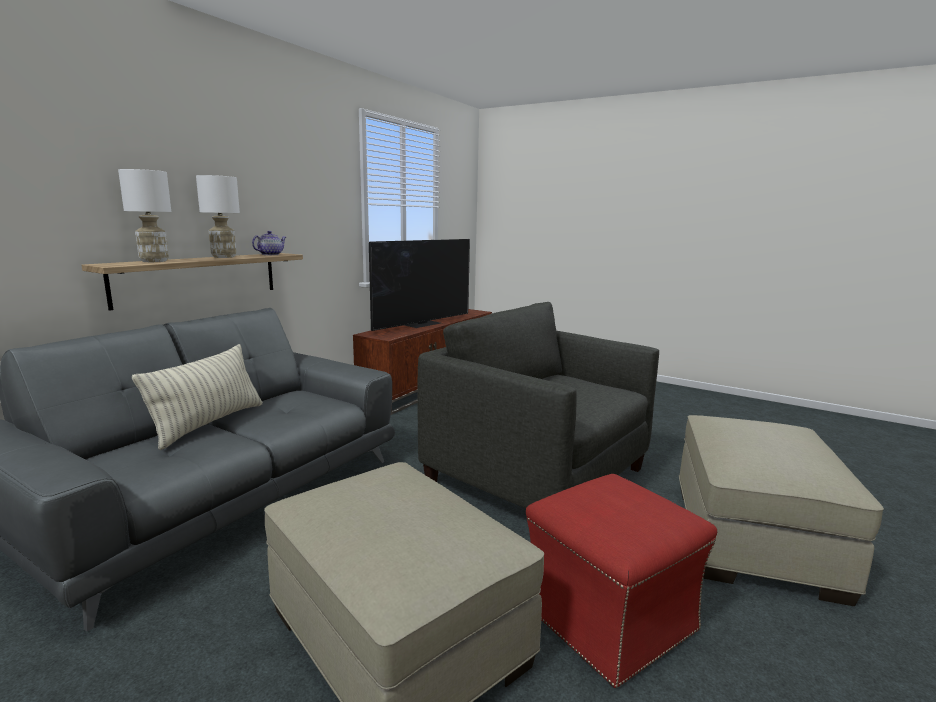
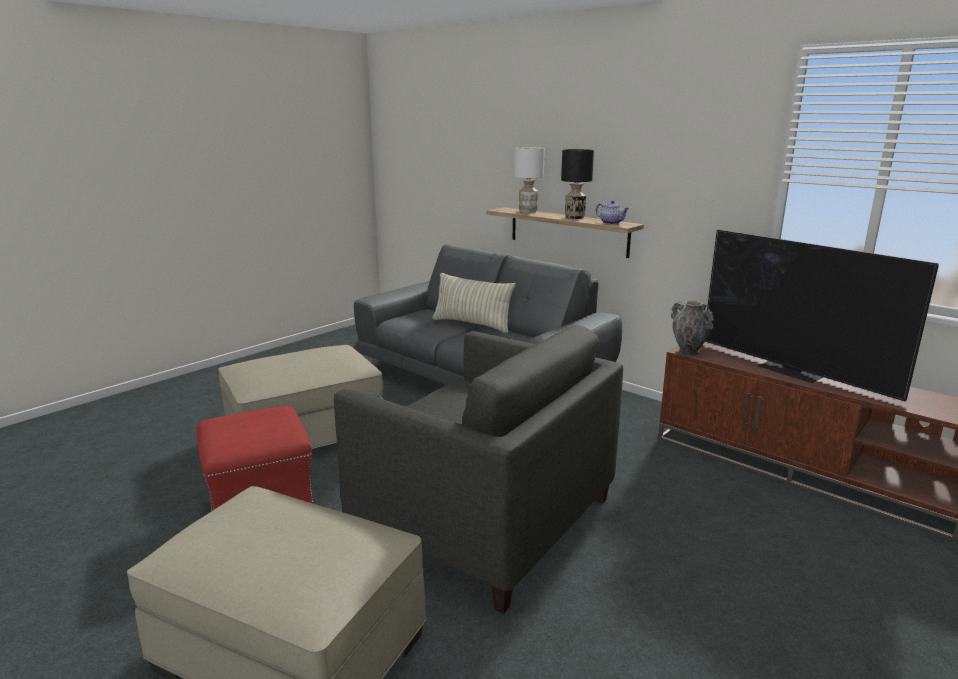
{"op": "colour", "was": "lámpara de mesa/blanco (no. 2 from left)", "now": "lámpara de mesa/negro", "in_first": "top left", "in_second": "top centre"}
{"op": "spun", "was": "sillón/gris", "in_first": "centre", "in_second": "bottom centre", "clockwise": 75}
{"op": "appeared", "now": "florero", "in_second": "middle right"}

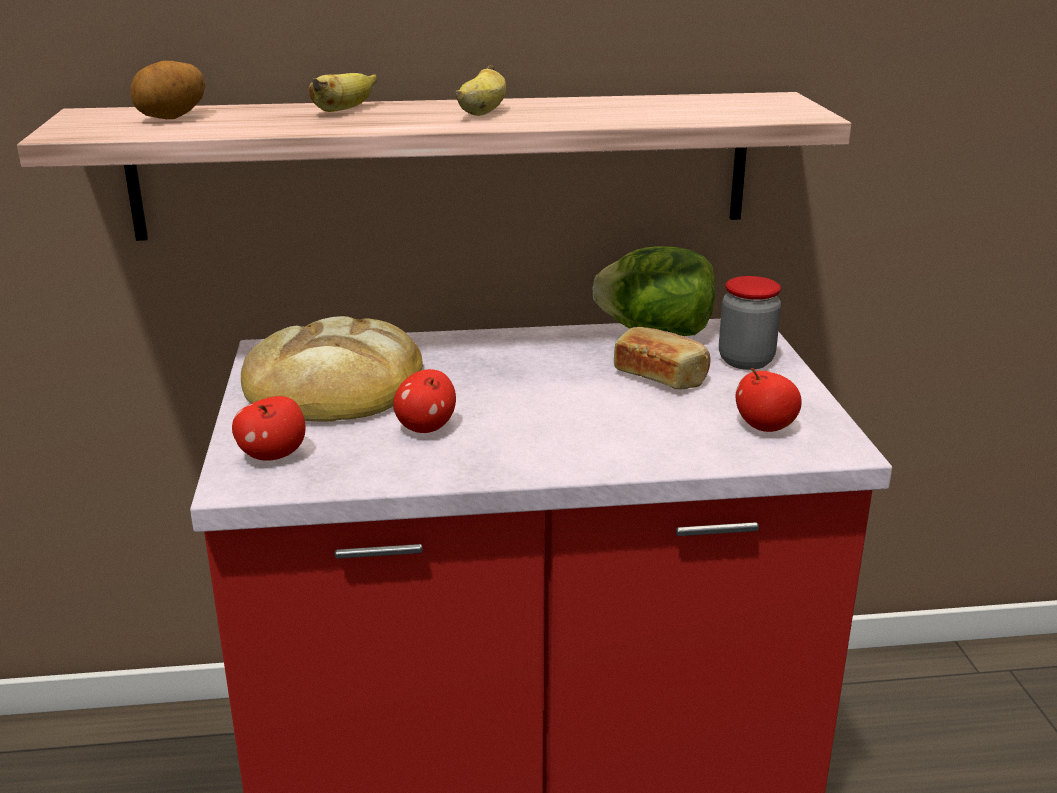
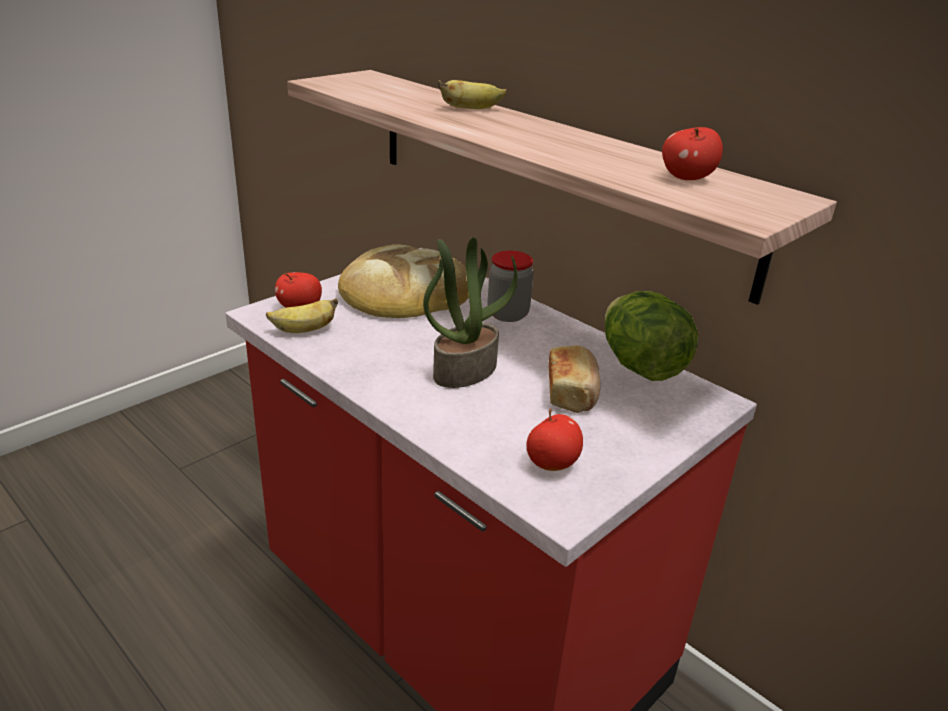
{"op": "missing", "was": "patata", "in_first": "top left"}
{"op": "relocated", "was": "manzana (no. 2 from left in the first image)", "now": "manzana (no. 3 from left)", "in_first": "centre", "in_second": "top right"}
{"op": "relocated", "was": "plátano (no. 2 from left in the first image)", "now": "plátano (no. 1 from left)", "in_first": "top centre", "in_second": "middle left"}
{"op": "relocated", "was": "tarro", "in_first": "middle right", "in_second": "centre"}
{"op": "appeared", "now": "planta en maceta", "in_second": "centre"}

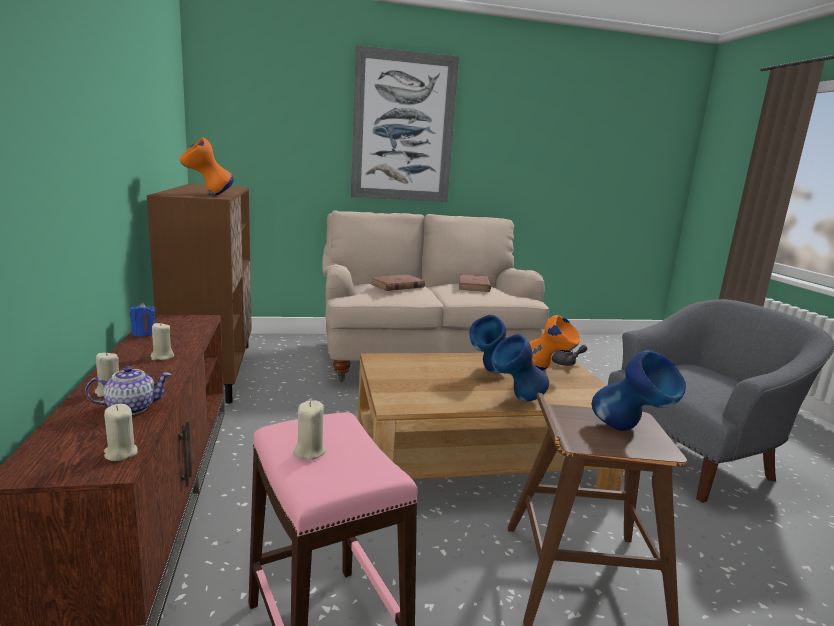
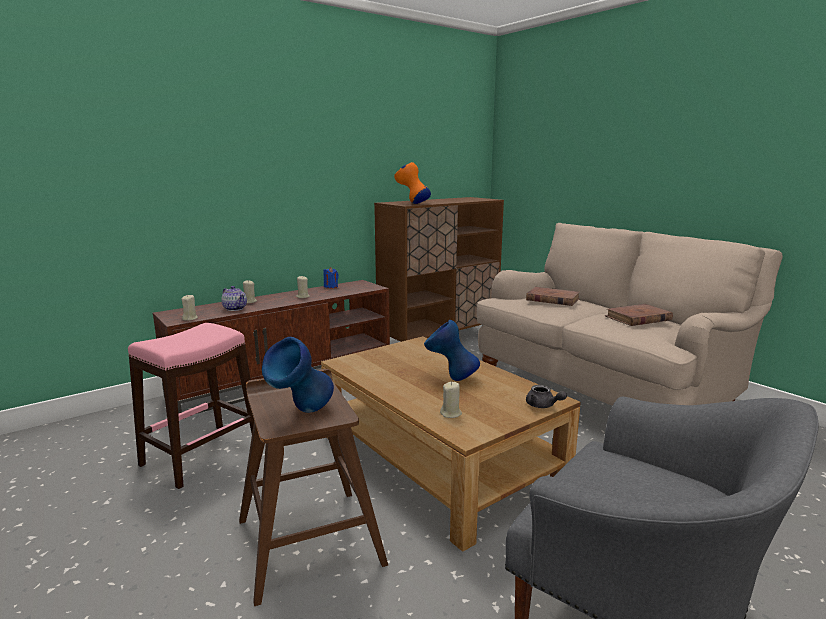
{"op": "relocated", "was": "vela/beis (no. 4 from left)", "in_first": "bottom centre", "in_second": "centre"}
{"op": "missing", "was": "cuadro", "in_first": "top centre"}
{"op": "missing", "was": "florero/azul (no. 2 from left)", "in_first": "centre"}
{"op": "missing", "was": "florero/naranja (no. 2 from left)", "in_first": "centre"}

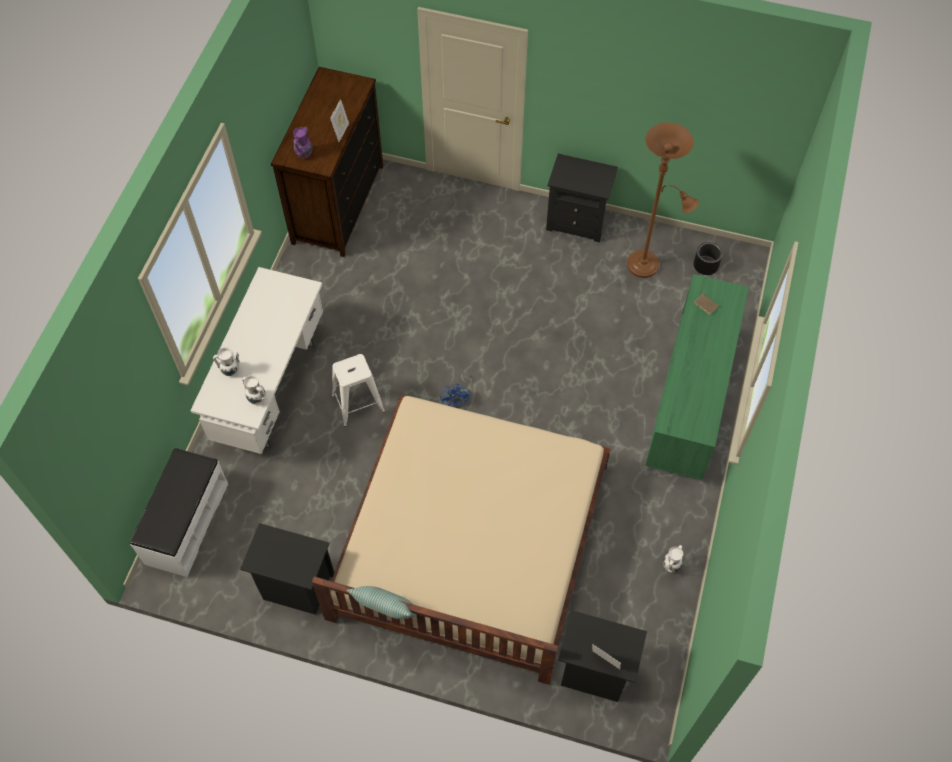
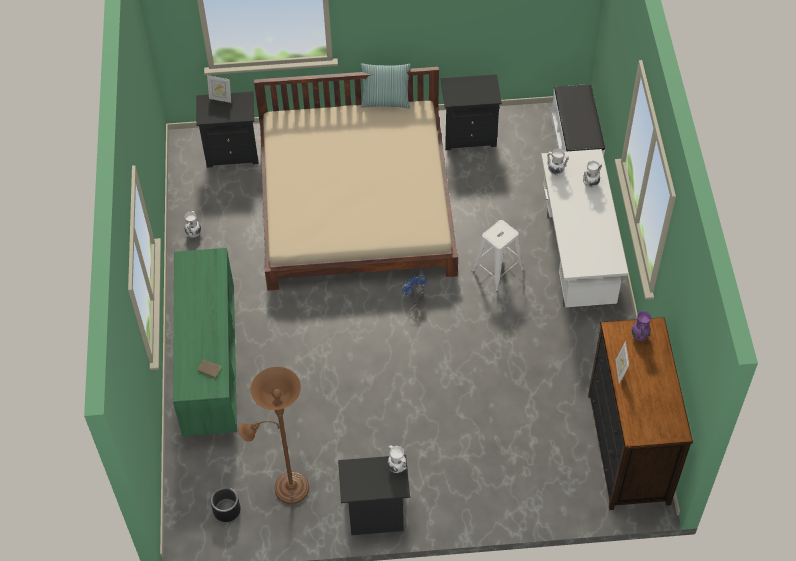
{"op": "appeared", "now": "florero/blanco (no. 2 from left)", "in_second": "bottom centre"}

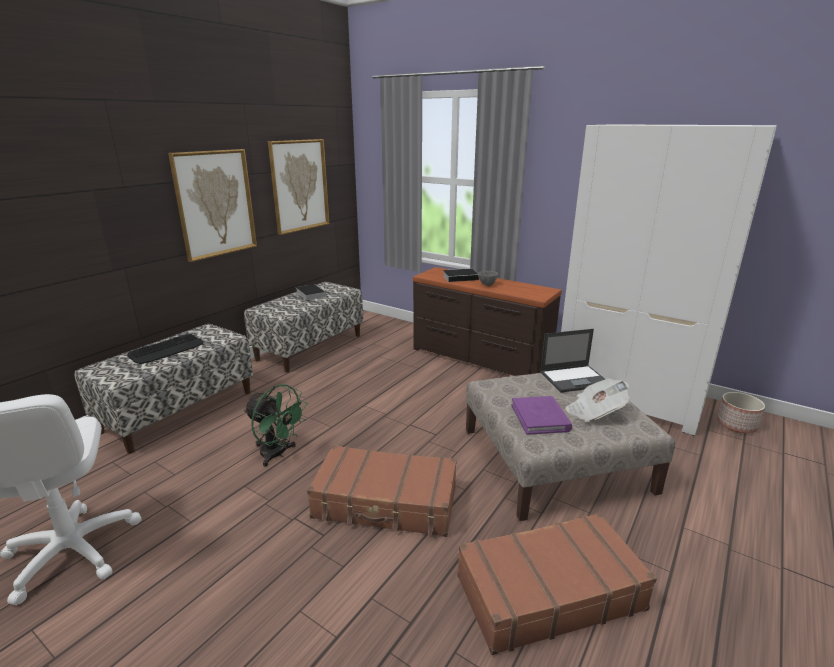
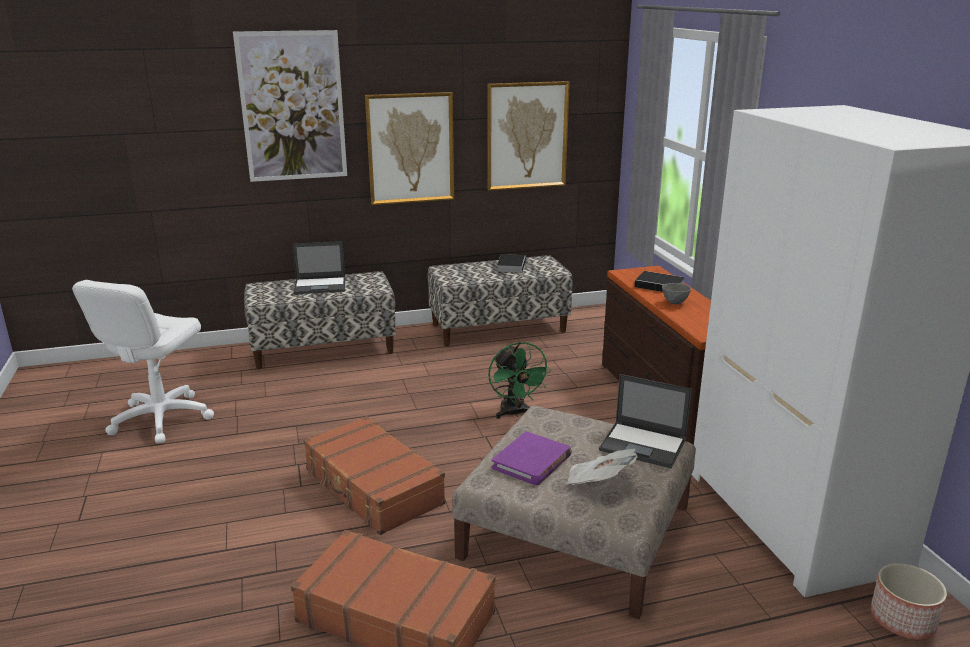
{"op": "exchanged", "was": "teclado", "now": "portátil (no. 1 from left)", "in_first": "middle left", "in_second": "middle left"}
{"op": "relocated", "was": "ventilador/verde", "in_first": "middle left", "in_second": "centre"}
{"op": "appeared", "now": "cuadro (no. 1 from left)", "in_second": "top left"}

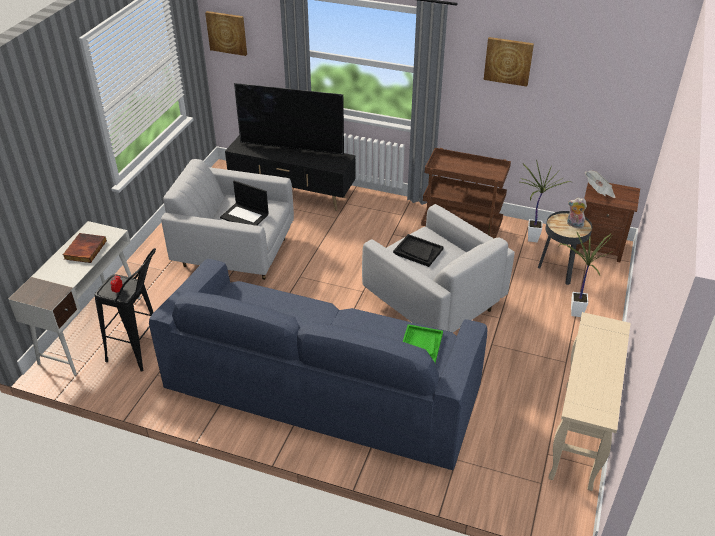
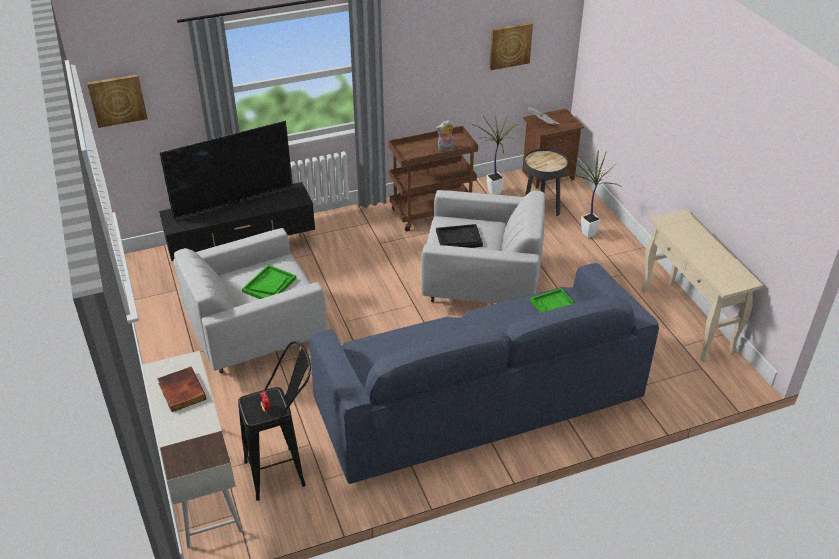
{"op": "exchanged", "was": "portátil", "now": "bandeja/verde (no. 1 from left)", "in_first": "centre", "in_second": "middle left"}
{"op": "relocated", "was": "cuadro (no. 2 from left)", "in_first": "top right", "in_second": "top centre"}
{"op": "relocated", "was": "peluche", "in_first": "middle right", "in_second": "top centre"}

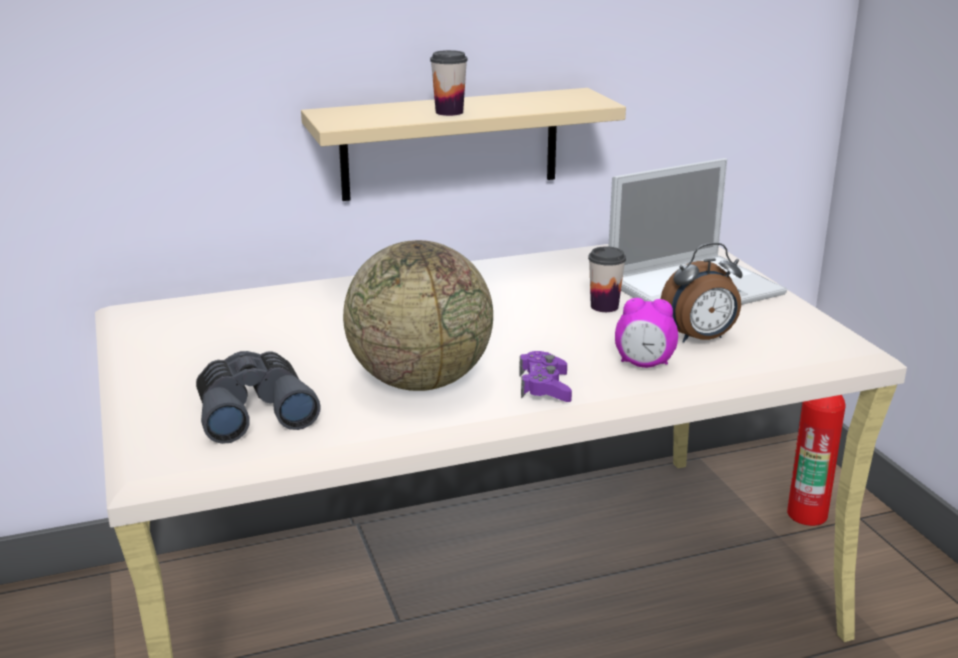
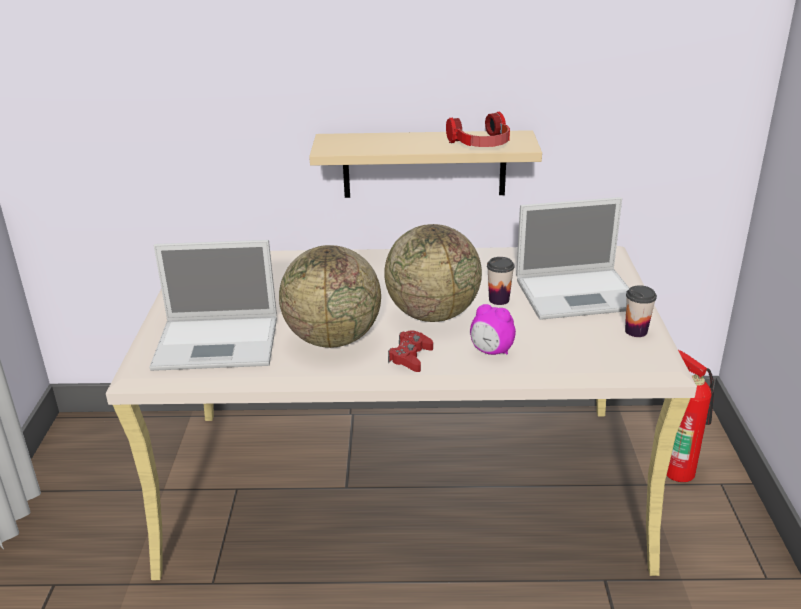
{"op": "exchanged", "was": "prismáticos/gris", "now": "portátil (no. 1 from left)", "in_first": "middle left", "in_second": "middle left"}
{"op": "relocated", "was": "taza (no. 1 from left in the first image)", "now": "taza (no. 2 from left)", "in_first": "top centre", "in_second": "middle right"}
{"op": "colour", "was": "mando de consola/morado", "now": "mando de consola/rojo", "in_first": "centre", "in_second": "centre"}
{"op": "missing", "was": "despertador (no. 2 from left)", "in_first": "middle right"}
{"op": "appeared", "now": "globo terráqueo (no. 2 from left)", "in_second": "centre"}
{"op": "appeared", "now": "auriculares", "in_second": "top centre"}

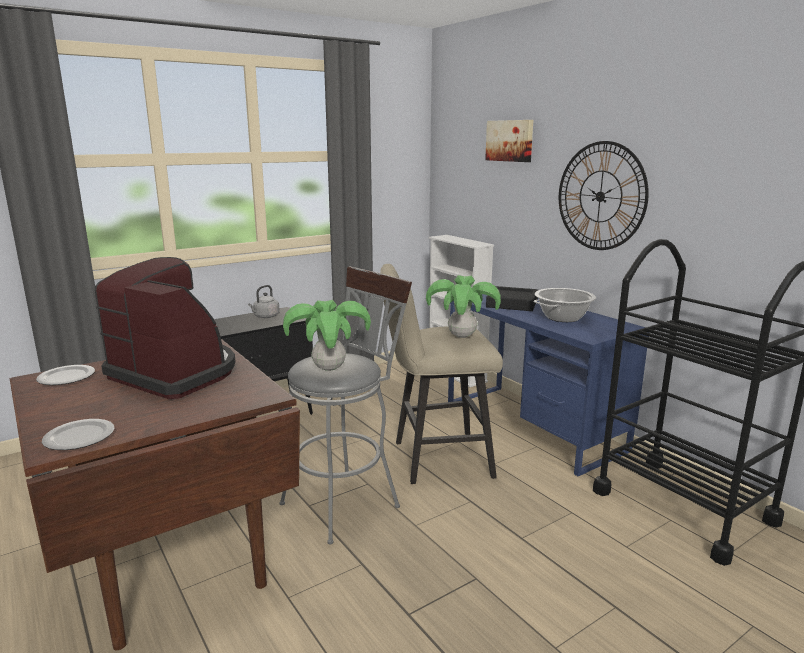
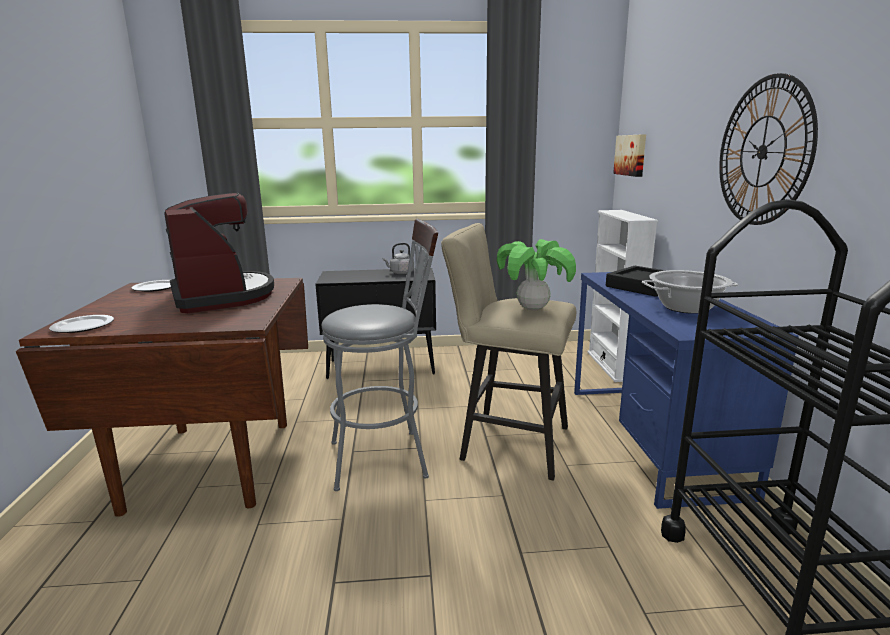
{"op": "missing", "was": "planta en maceta (no. 1 from left)", "in_first": "centre"}
{"op": "relocated", "was": "cuadro", "in_first": "top centre", "in_second": "top right"}

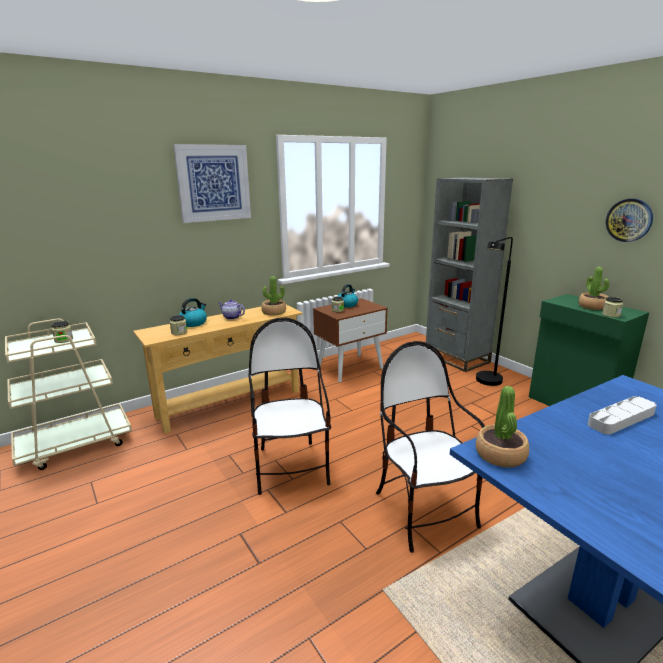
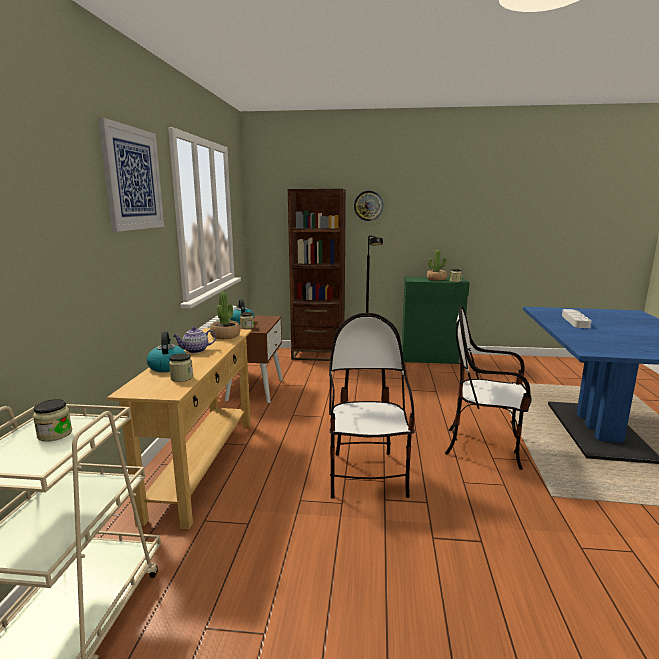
{"op": "spun", "was": "silla (no. 1 from left)", "in_first": "centre", "in_second": "centre", "clockwise": 60}
{"op": "colour", "was": "estantería/gris", "now": "estantería/marrón", "in_first": "middle right", "in_second": "centre"}
{"op": "missing", "was": "planta en maceta (no. 2 from left)", "in_first": "middle right"}
{"op": "relocated", "was": "reloj de pared", "in_first": "top right", "in_second": "top centre"}

